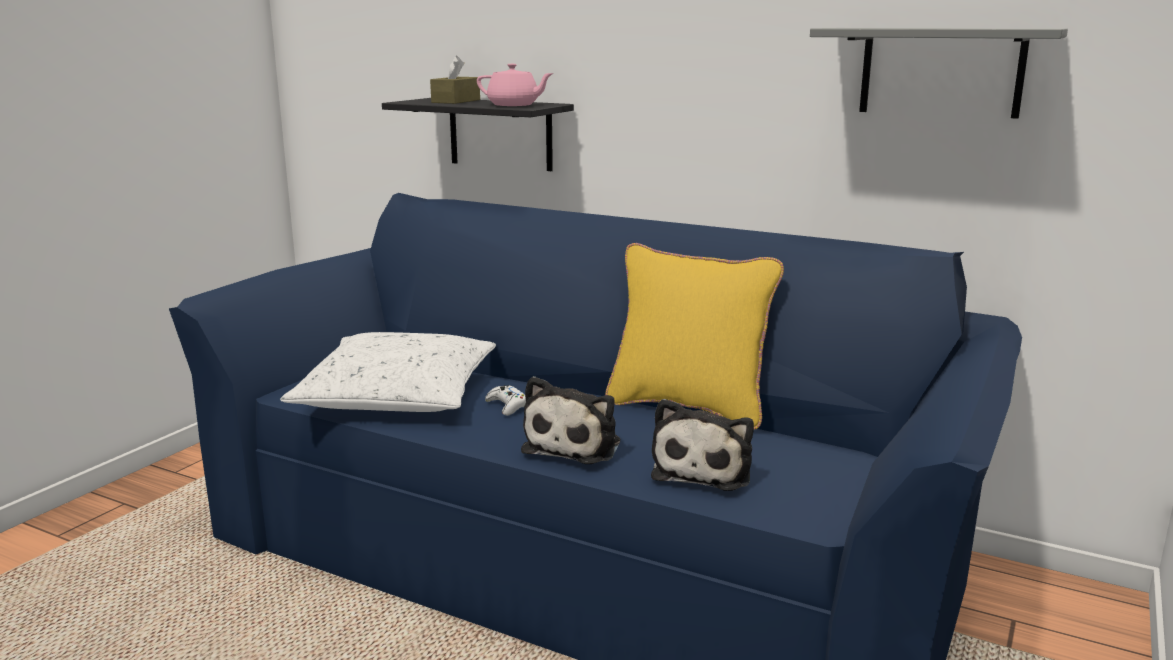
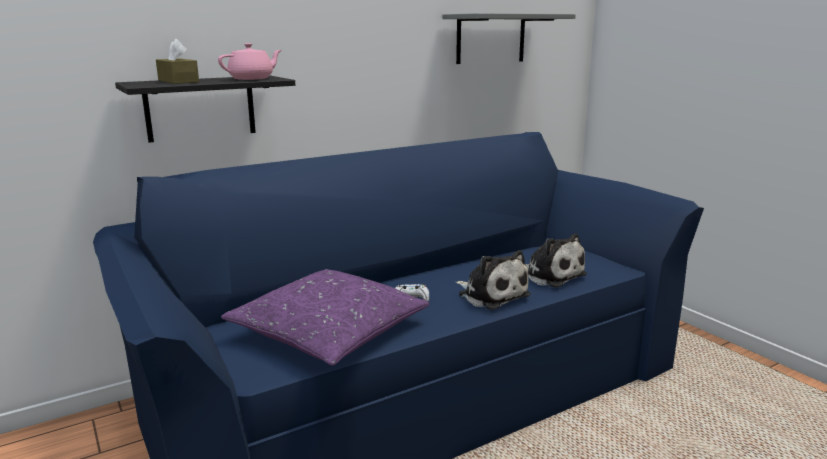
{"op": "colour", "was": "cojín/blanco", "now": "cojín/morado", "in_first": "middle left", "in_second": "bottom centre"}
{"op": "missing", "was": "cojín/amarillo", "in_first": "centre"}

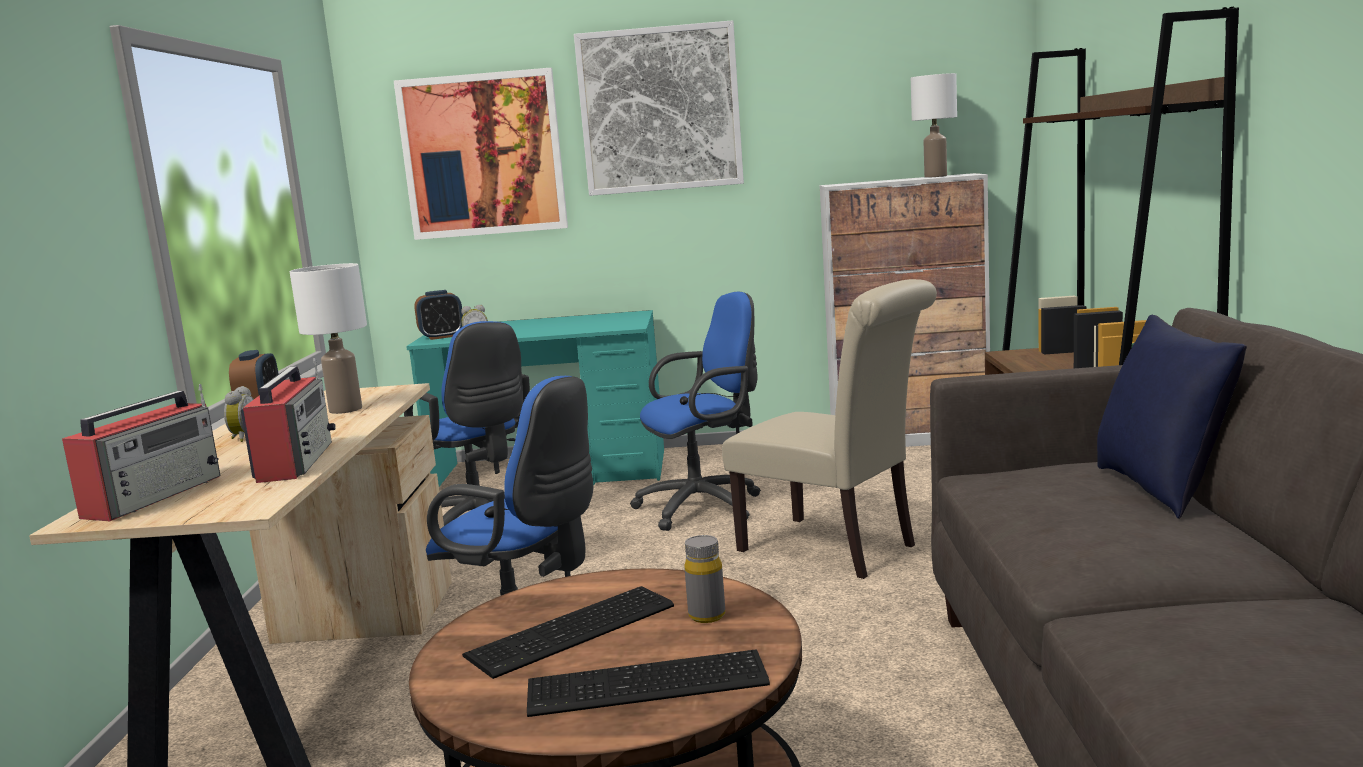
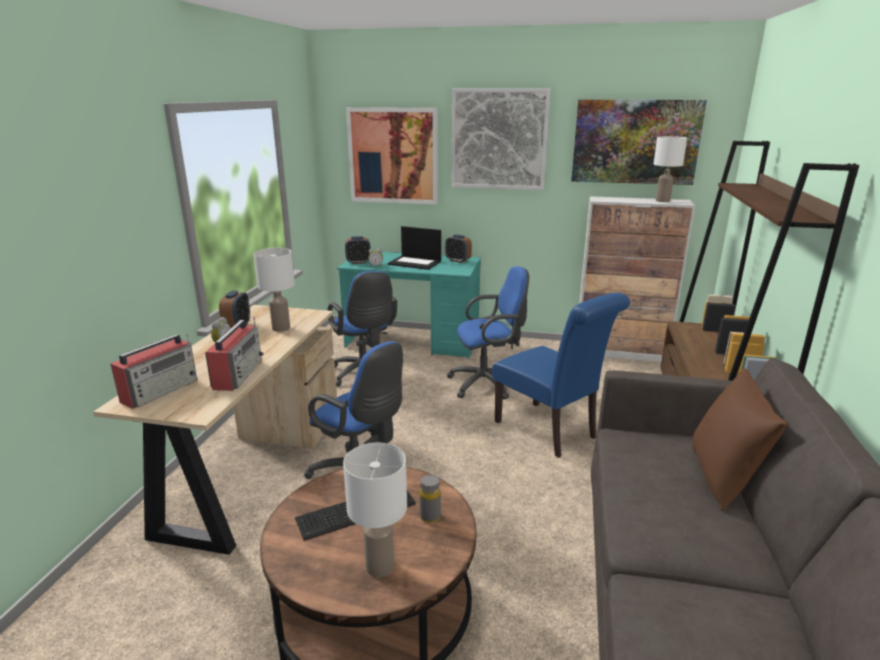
{"op": "exchanged", "was": "teclado (no. 2 from left)", "now": "lámpara de mesa/blanco (no. 2 from left)", "in_first": "bottom centre", "in_second": "bottom centre"}
{"op": "colour", "was": "silla/beis", "now": "silla/azul", "in_first": "centre", "in_second": "centre"}
{"op": "colour", "was": "cojín/azul", "now": "cojín/marrón", "in_first": "middle right", "in_second": "middle right"}
{"op": "appeared", "now": "portátil", "in_second": "centre"}
{"op": "appeared", "now": "despertador (no. 5 from left)", "in_second": "centre"}
{"op": "appeared", "now": "cuadro (no. 3 from left)", "in_second": "top right"}

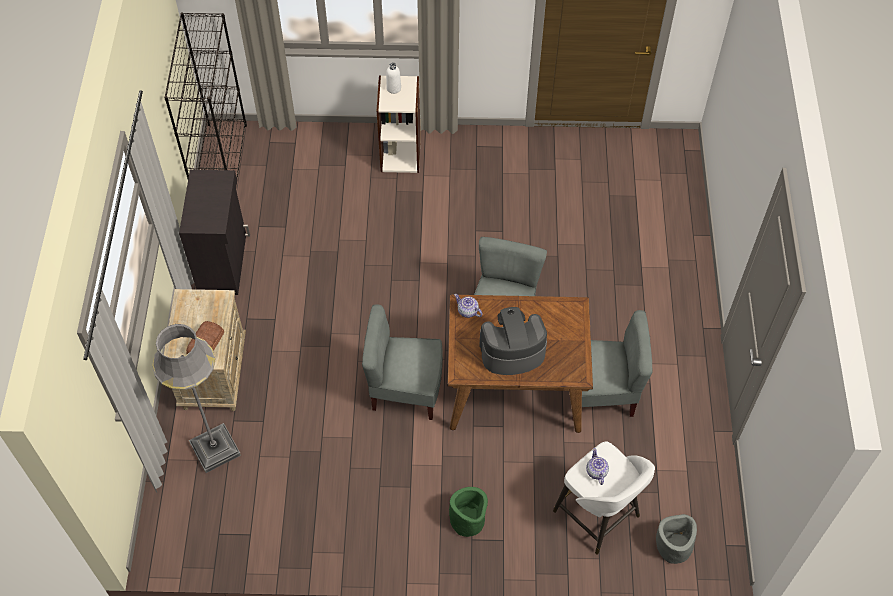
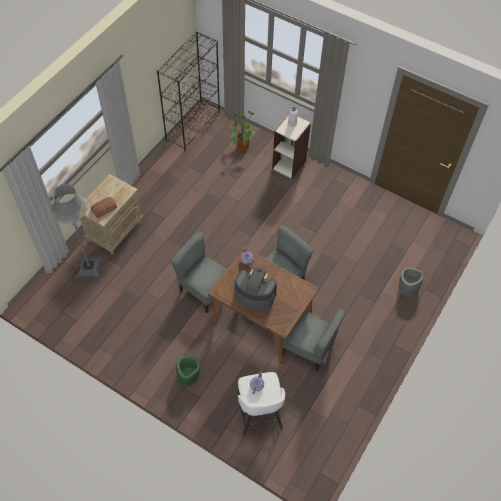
{"op": "missing", "was": "armario/negro", "in_first": "middle left"}
{"op": "relocated", "was": "maceta/gris", "in_first": "bottom right", "in_second": "middle right"}
{"op": "appeared", "now": "planta en maceta", "in_second": "top centre"}

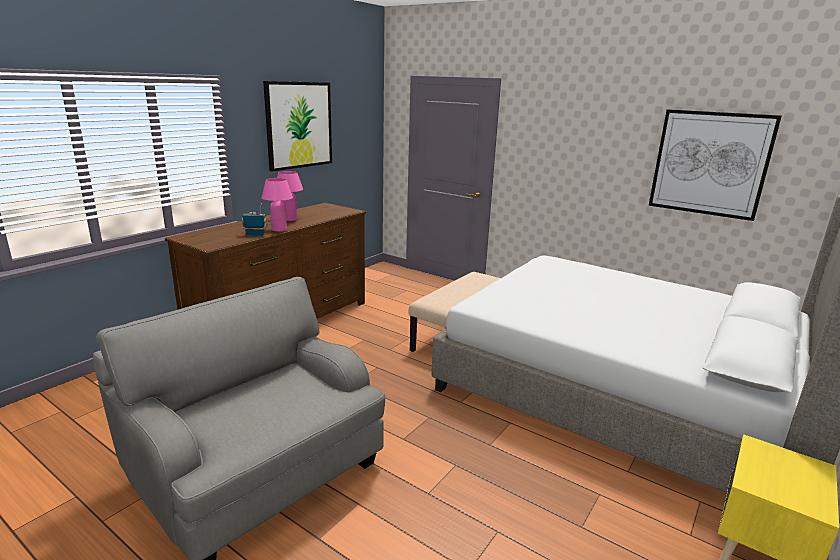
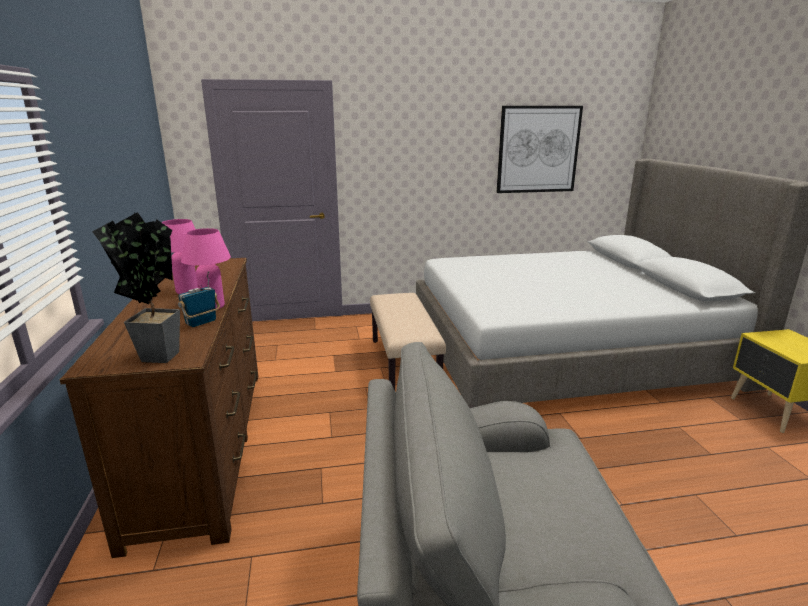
{"op": "missing", "was": "cuadro (no. 1 from left)", "in_first": "top centre"}
{"op": "appeared", "now": "planta en maceta", "in_second": "middle left"}

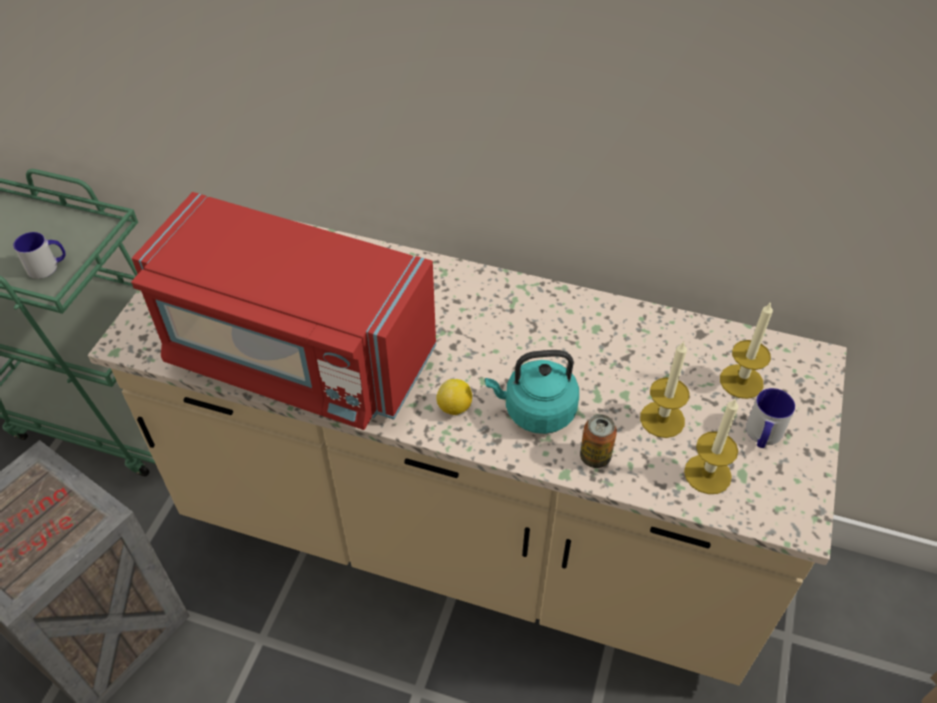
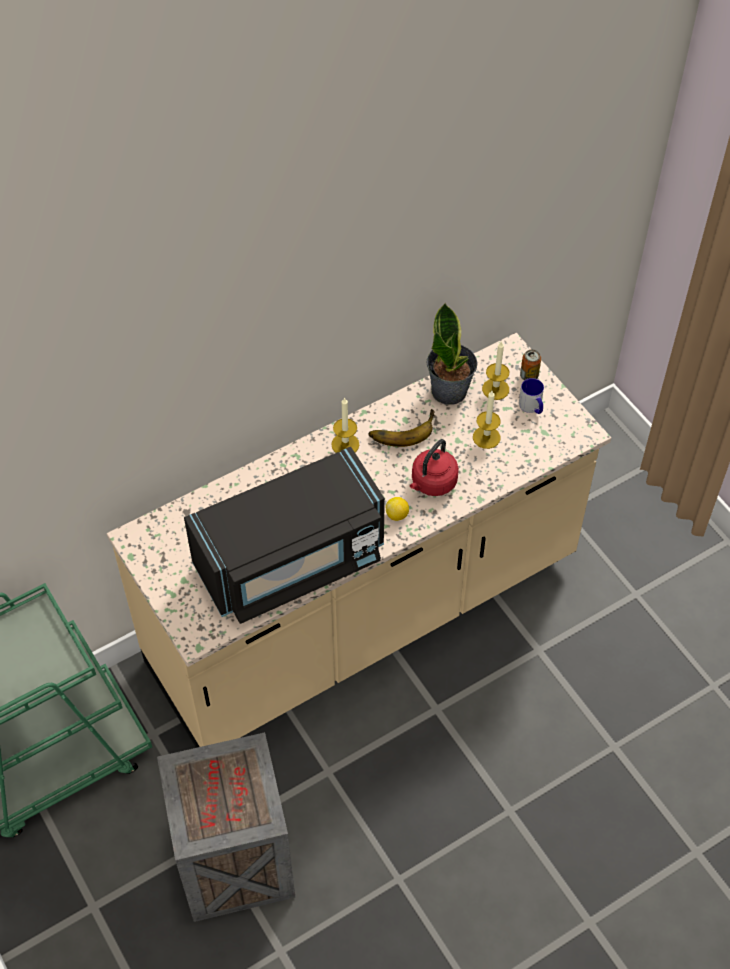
{"op": "missing", "was": "taza grande (no. 1 from left)", "in_first": "middle left"}
{"op": "colour", "was": "microondas/rojo", "now": "microondas/negro", "in_first": "middle left", "in_second": "centre"}
{"op": "colour", "was": "hervidor/turquesa", "now": "hervidor/rojo", "in_first": "centre", "in_second": "centre"}
{"op": "relocated", "was": "lata", "in_first": "centre", "in_second": "middle right"}
{"op": "relocated", "was": "vela (no. 2 from left in the first image)", "now": "vela (no. 1 from left)", "in_first": "middle right", "in_second": "centre"}
{"op": "appeared", "now": "plátano", "in_second": "centre"}
{"op": "appeared", "now": "planta en maceta", "in_second": "centre"}

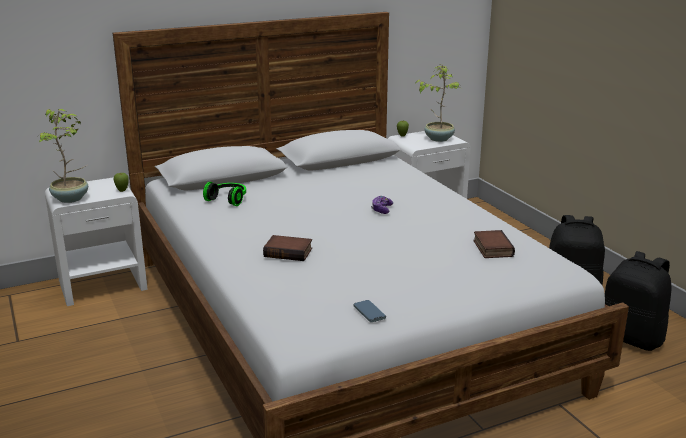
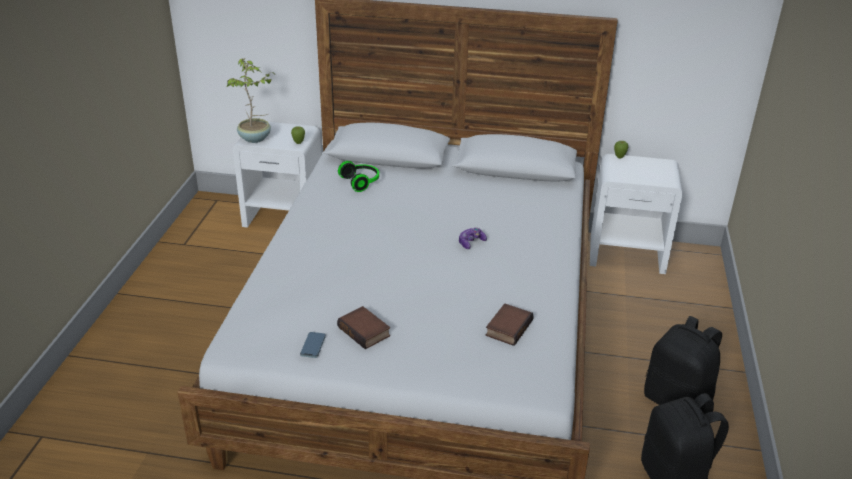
{"op": "relocated", "was": "libro (no. 1 from left)", "in_first": "centre", "in_second": "bottom centre"}
{"op": "missing", "was": "planta en maceta (no. 2 from left)", "in_first": "top centre"}

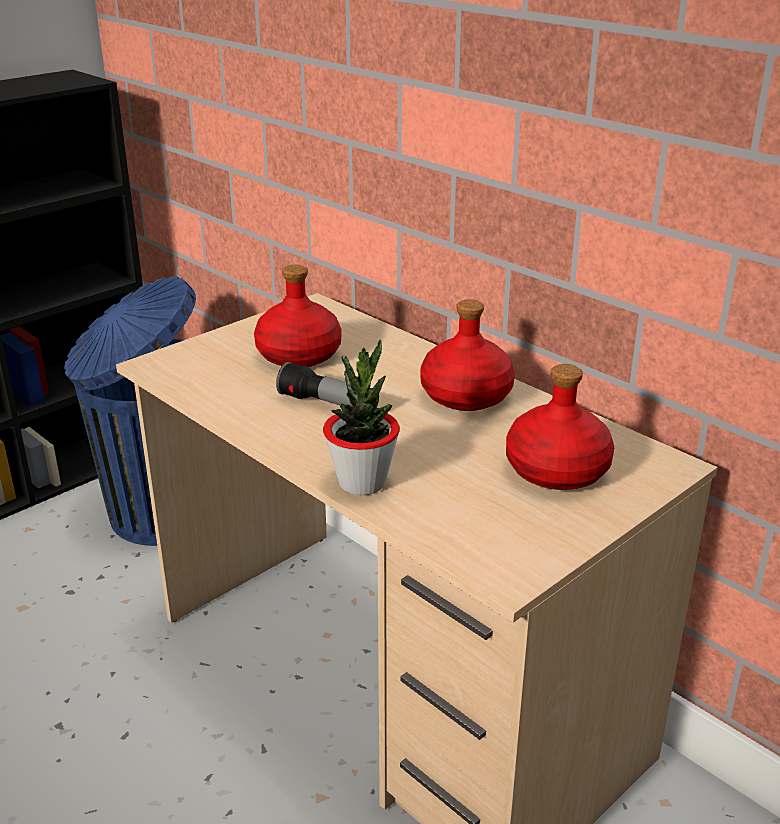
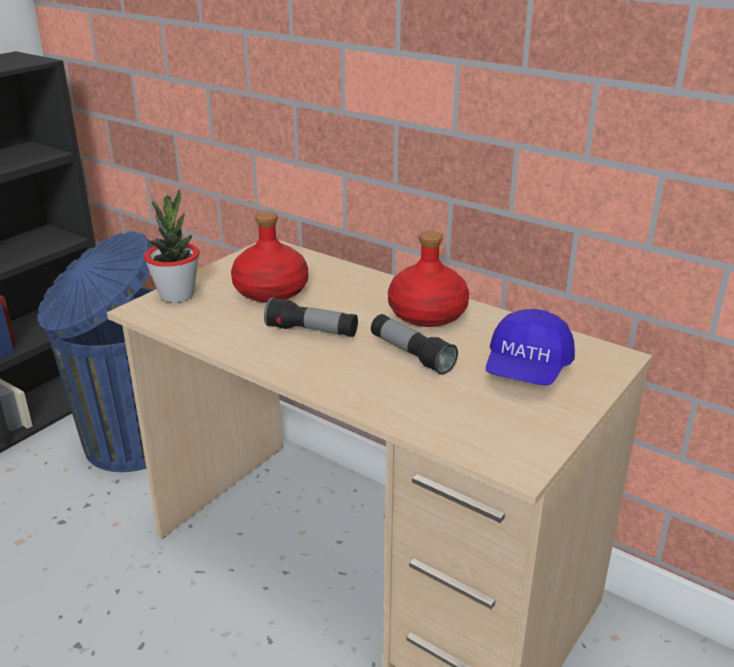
{"op": "relocated", "was": "planta en maceta", "in_first": "centre", "in_second": "middle left"}
{"op": "exchanged", "was": "botella/rojo (no. 3 from left)", "now": "gorra/azul", "in_first": "middle right", "in_second": "middle right"}
{"op": "appeared", "now": "linterna (no. 2 from left)", "in_second": "centre"}

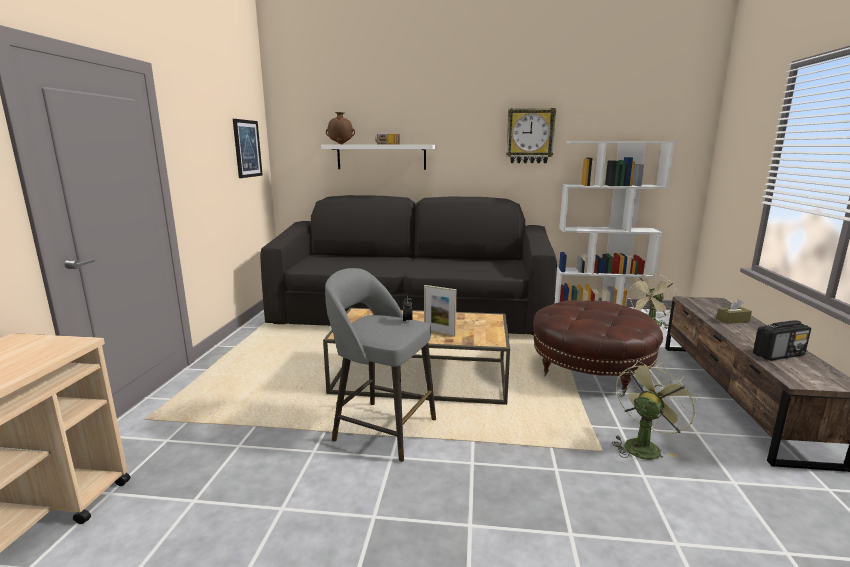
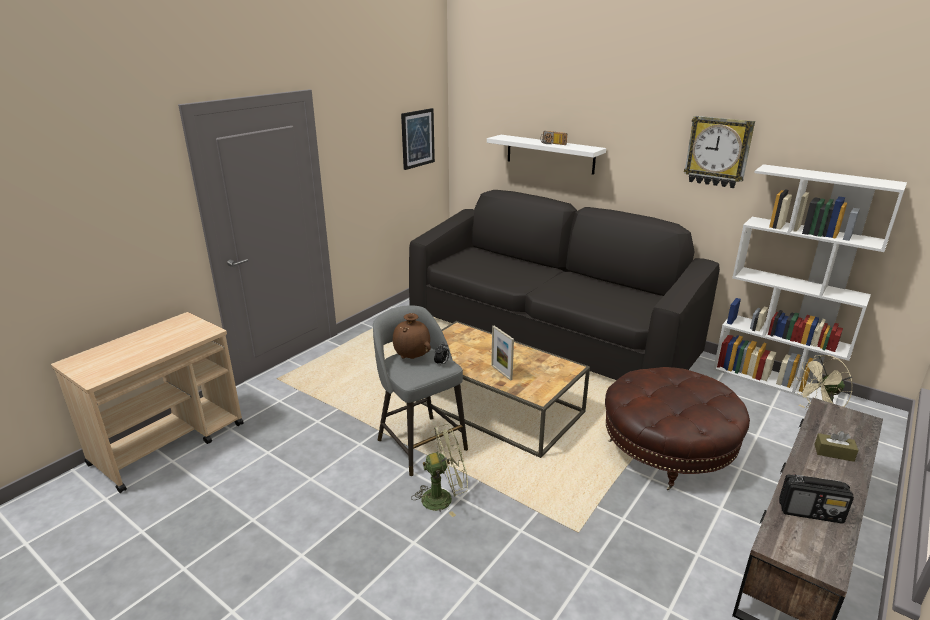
{"op": "relocated", "was": "florero/marrón", "in_first": "top centre", "in_second": "centre"}
{"op": "relocated", "was": "ventilador/verde", "in_first": "bottom right", "in_second": "bottom centre"}

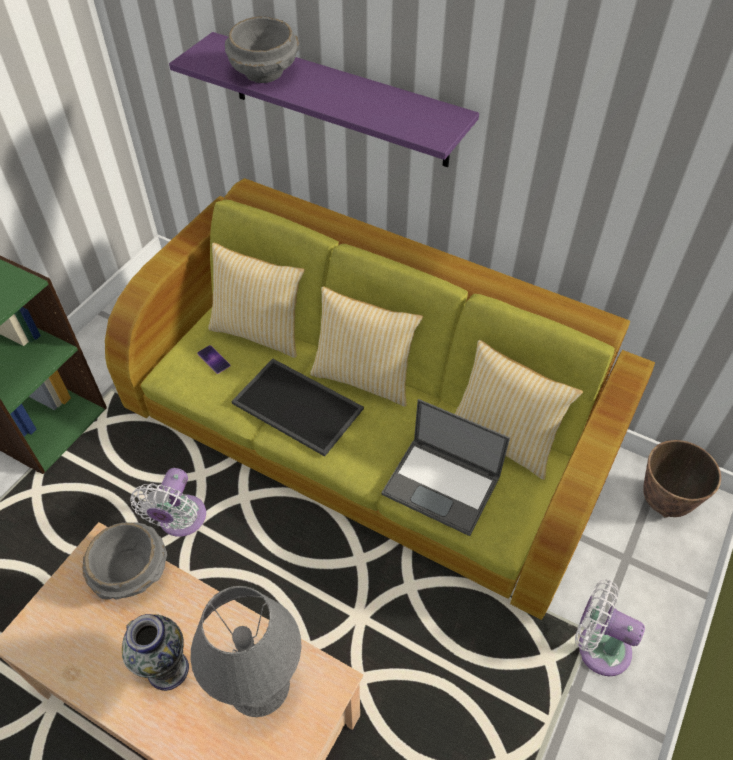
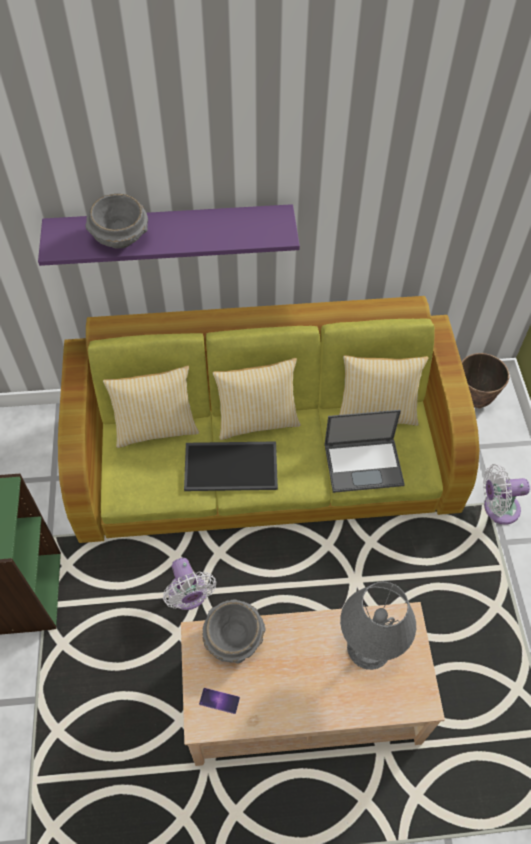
{"op": "missing", "was": "florero", "in_first": "bottom left"}
{"op": "relocated", "was": "móvil", "in_first": "middle left", "in_second": "bottom centre"}

